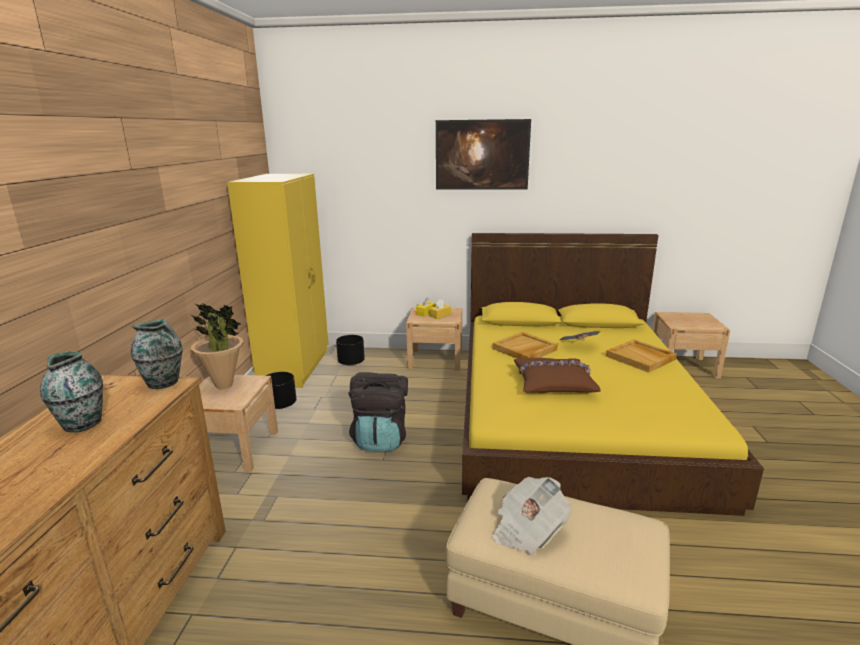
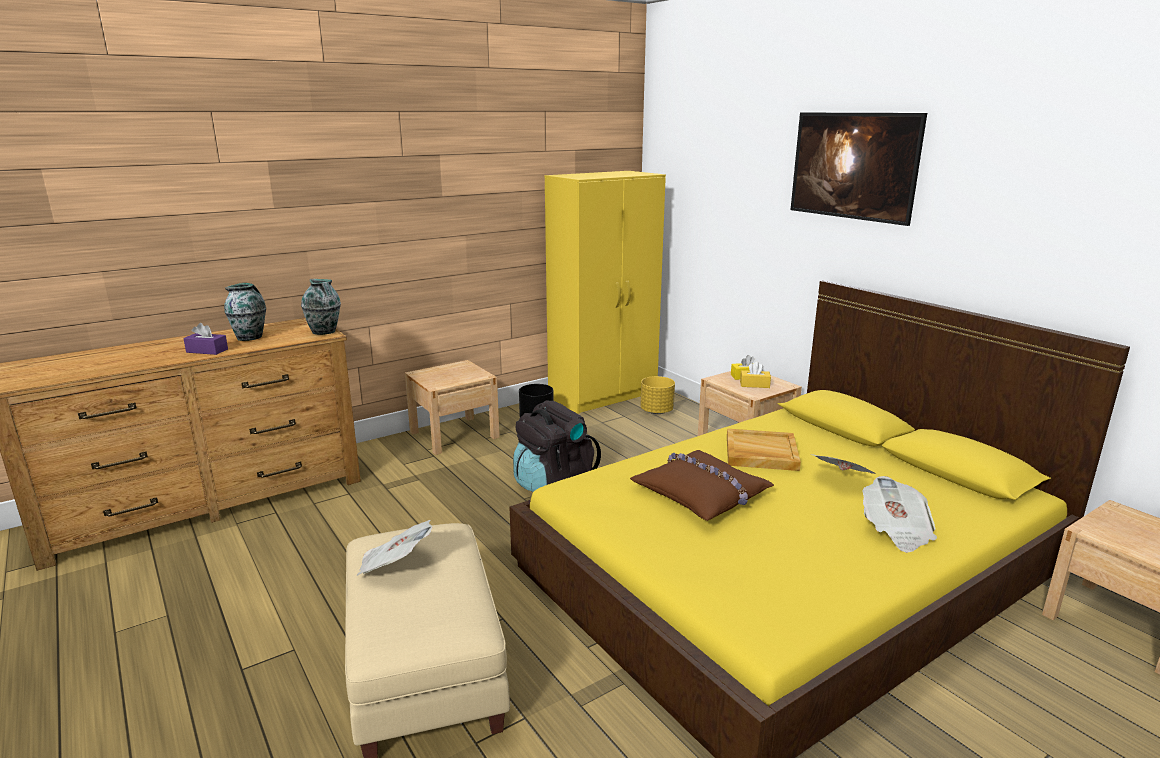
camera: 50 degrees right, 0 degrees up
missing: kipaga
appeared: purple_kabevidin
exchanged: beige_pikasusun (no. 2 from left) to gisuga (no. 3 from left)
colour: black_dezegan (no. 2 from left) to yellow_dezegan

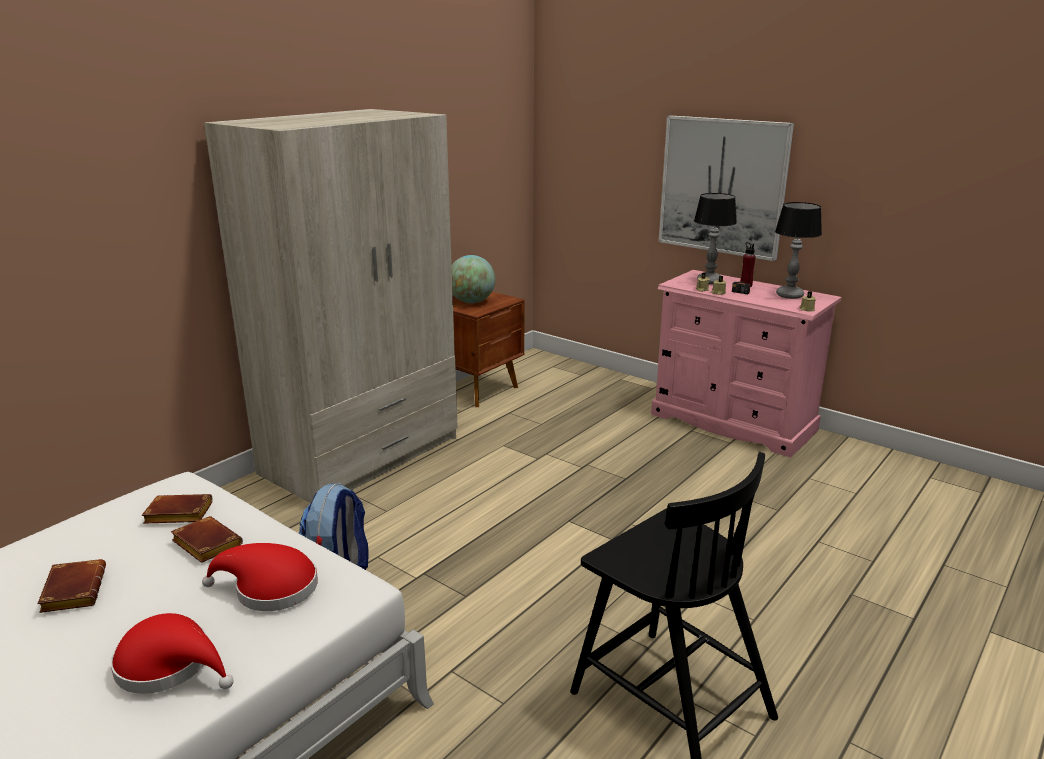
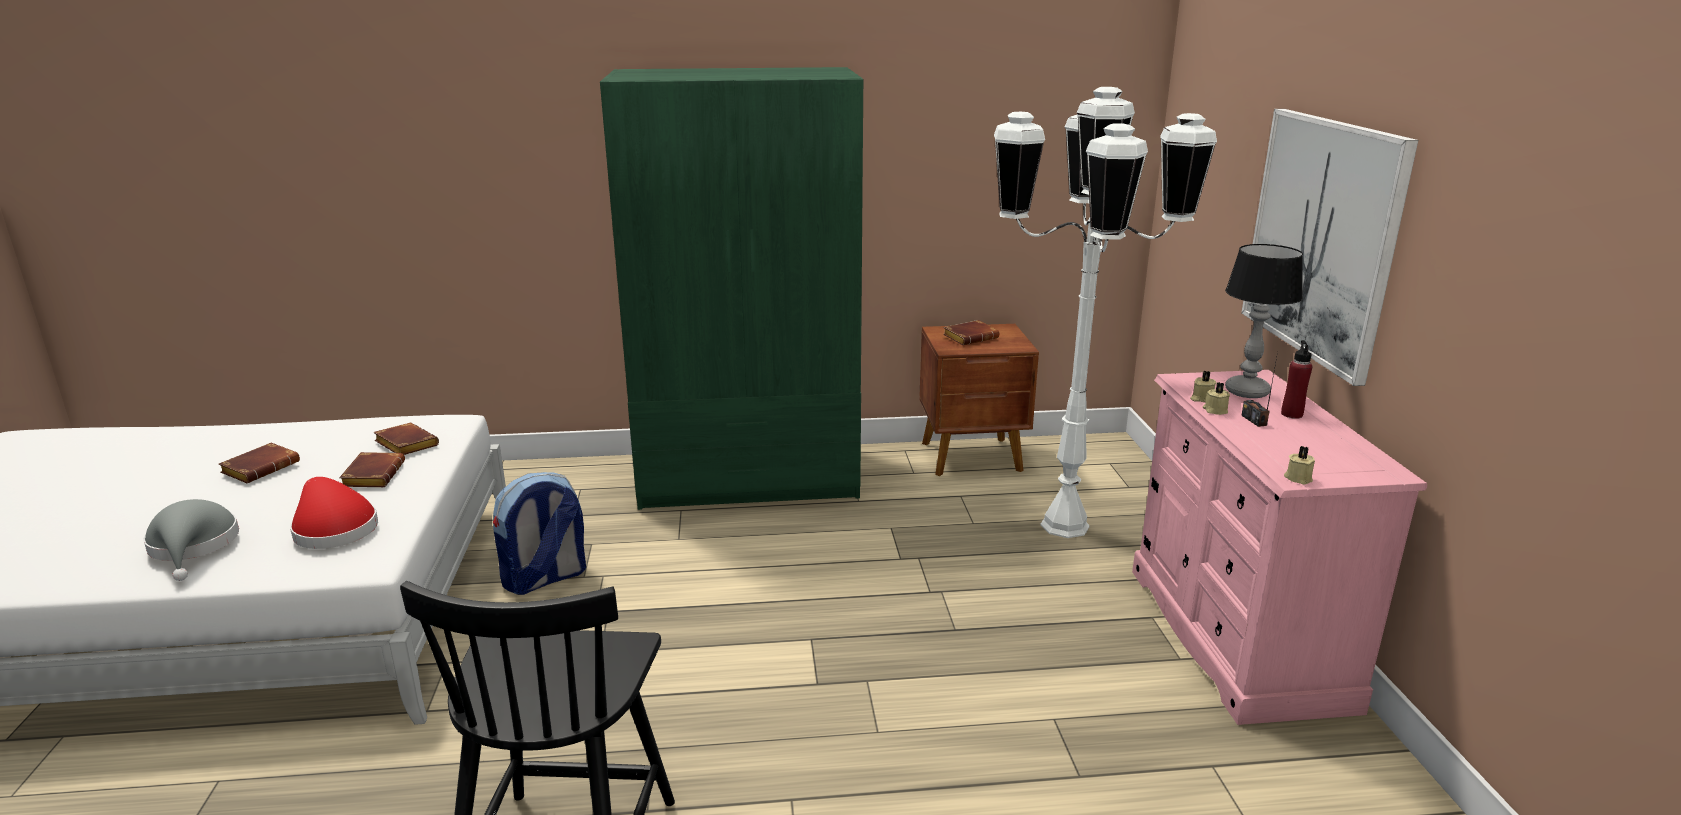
camera: 45 degrees right, 0 degrees up
missing: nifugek (no. 2 from left)
appeared: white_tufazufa
exchanged: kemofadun to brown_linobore (no. 4 from left)
colour: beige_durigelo to green_durigelo; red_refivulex (no. 1 from left) to grey_refivulex

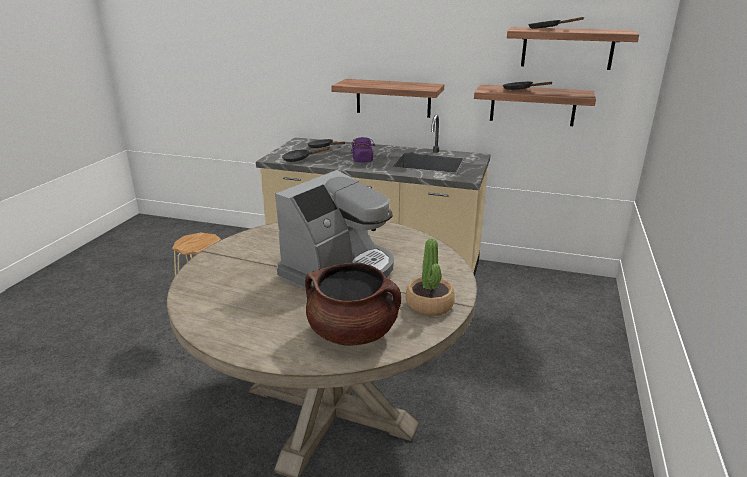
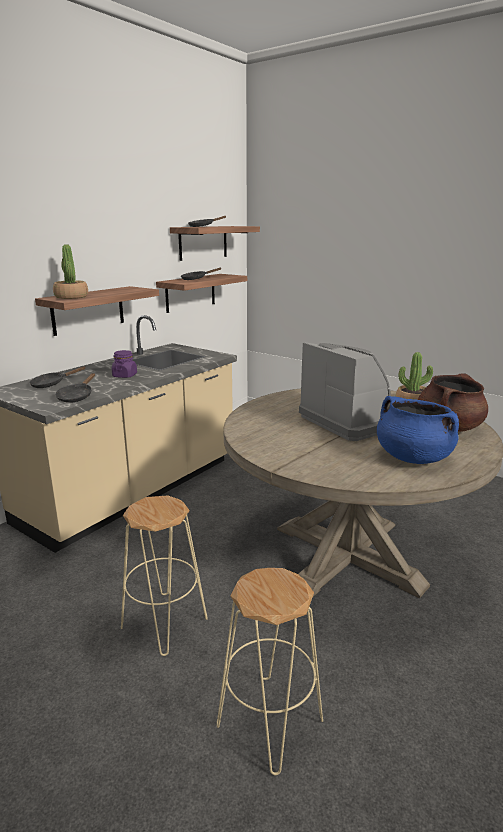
camera: 70 degrees left, 5 degrees down
appeared: kipaga (no. 1 from left); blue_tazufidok; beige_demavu (no. 2 from left)

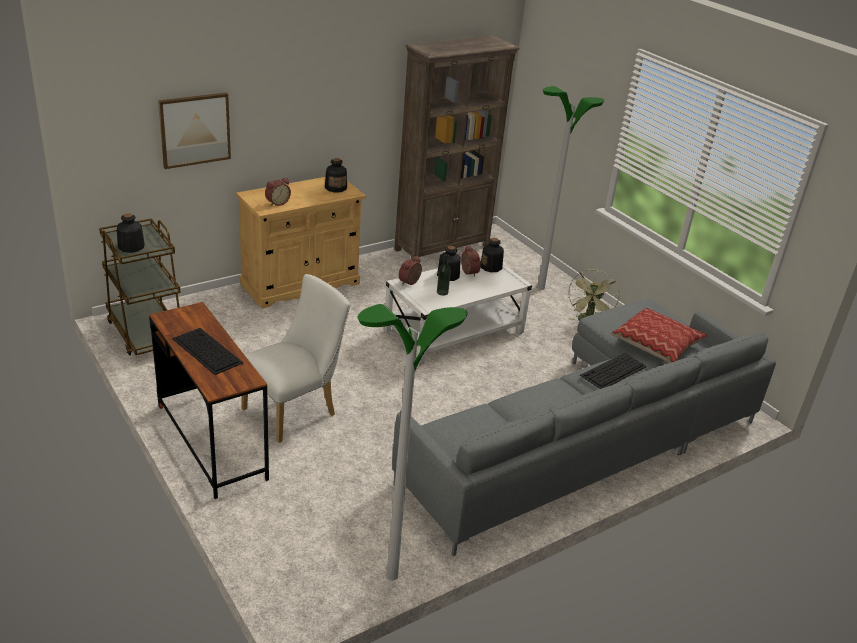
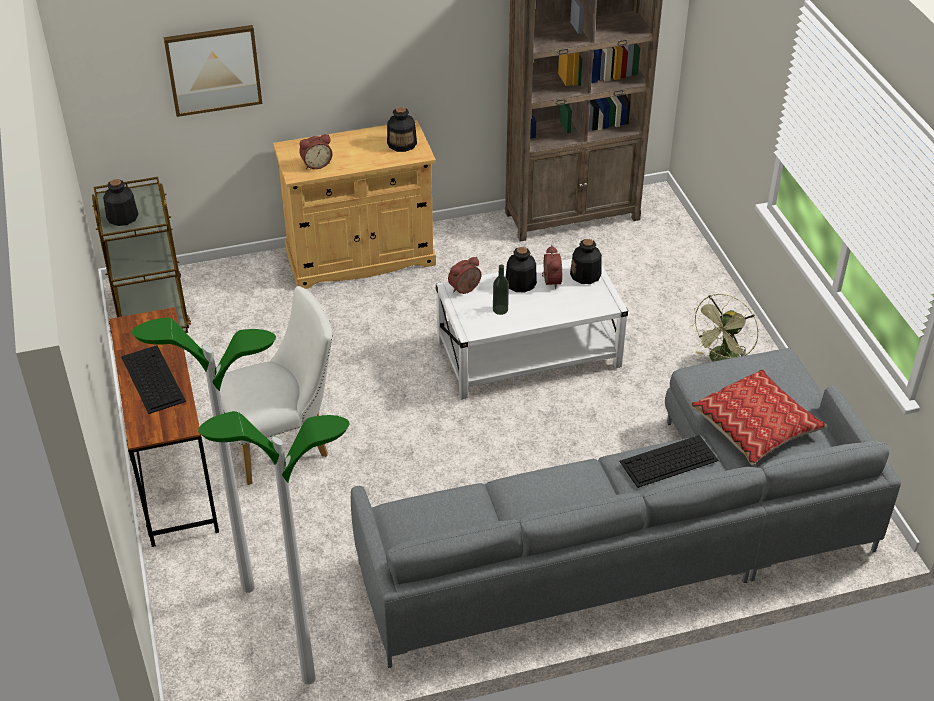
camera: 20 degrees right, 10 degrees up
relocated: tufazufa (no. 2 from left in the first image) to tufazufa (no. 1 from left)

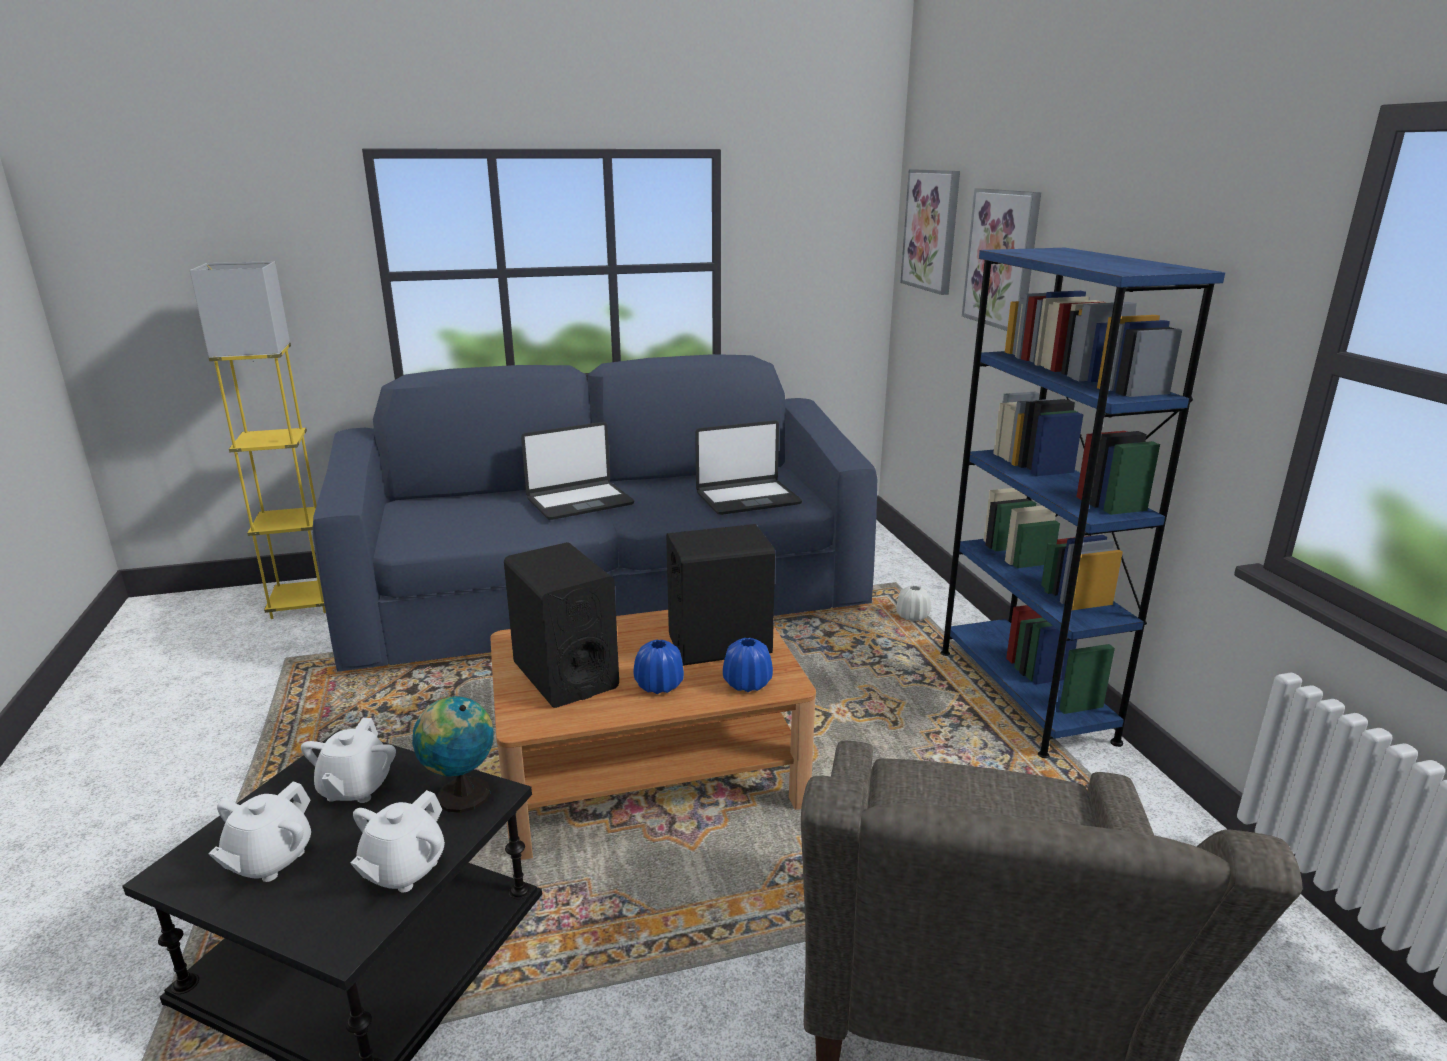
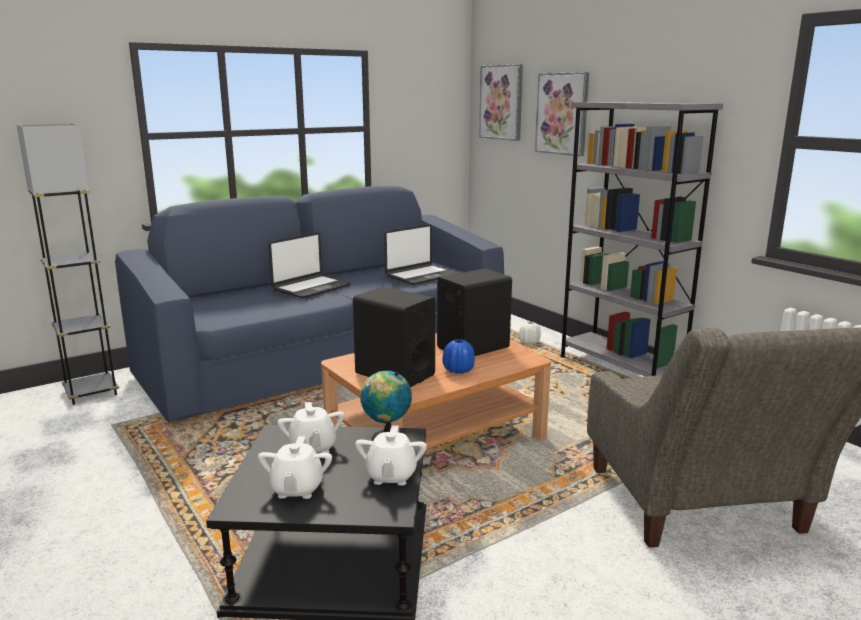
camera: 20 degrees left, 5 degrees down
missing: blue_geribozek (no. 2 from left)
colour: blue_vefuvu to grey_vefuvu; yellow_tufazufa to grey_tufazufa

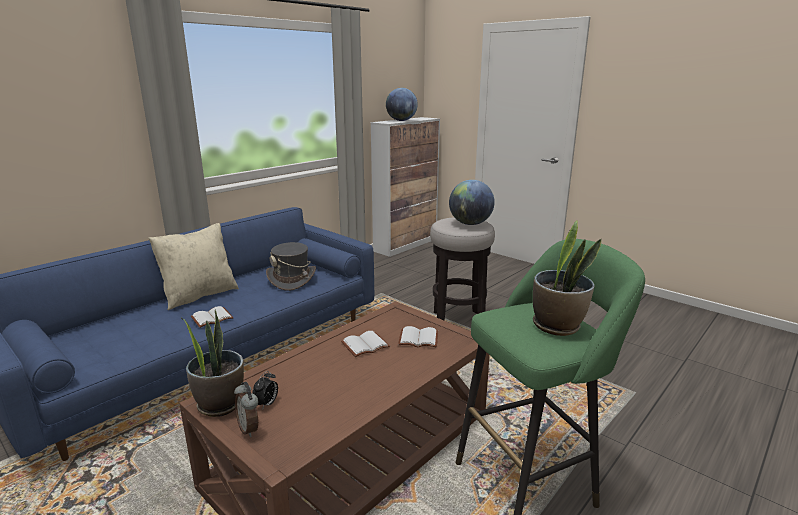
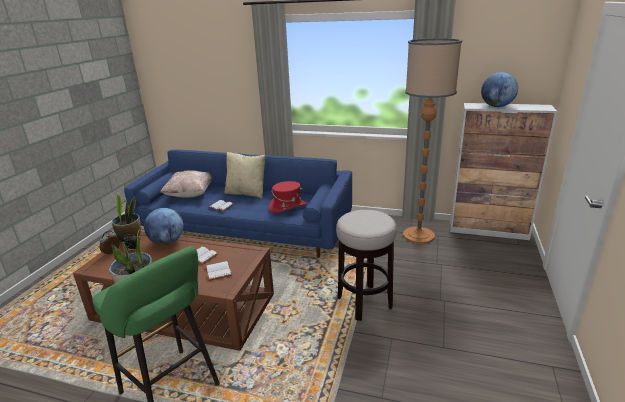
camera: 65 degrees right, 5 degrees up
appeared: tufazufa; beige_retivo (no. 1 from left)
relocated: kemofadun (no. 2 from left in the first image) to kemofadun (no. 1 from left)
colour: grey_refivulex to red_refivulex

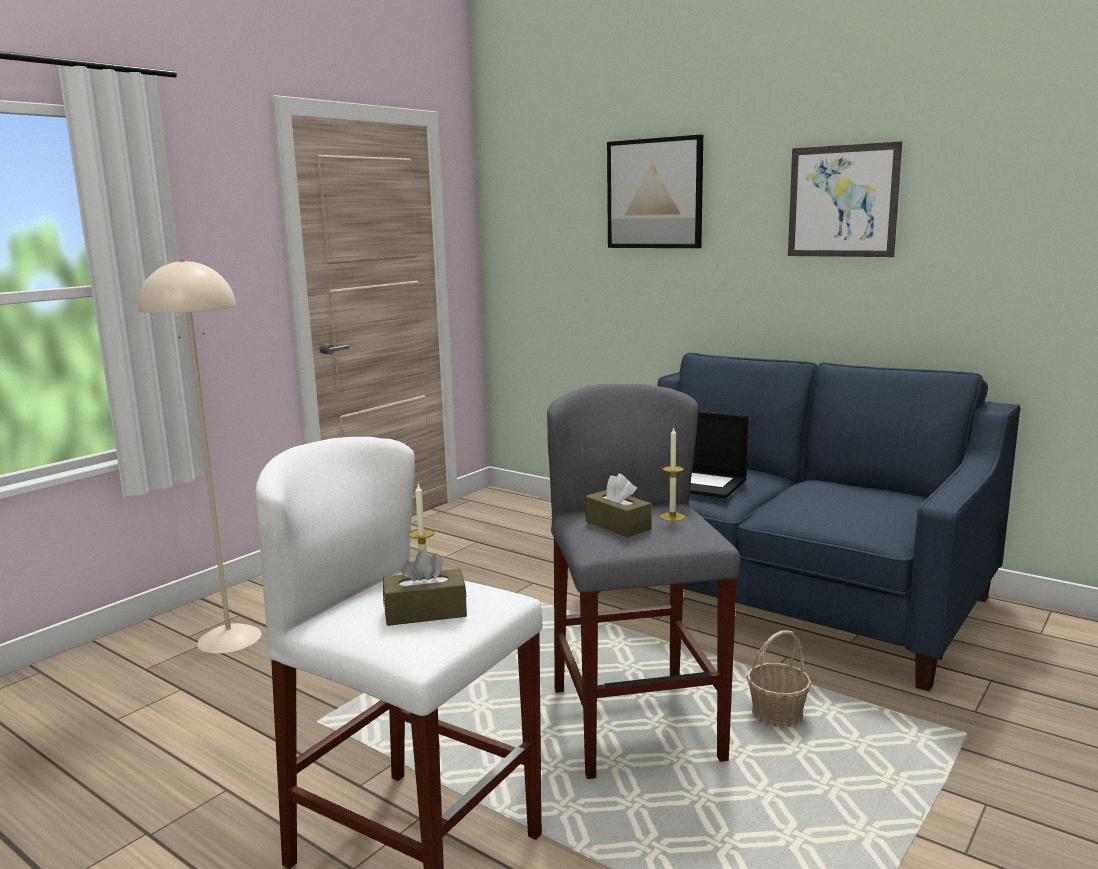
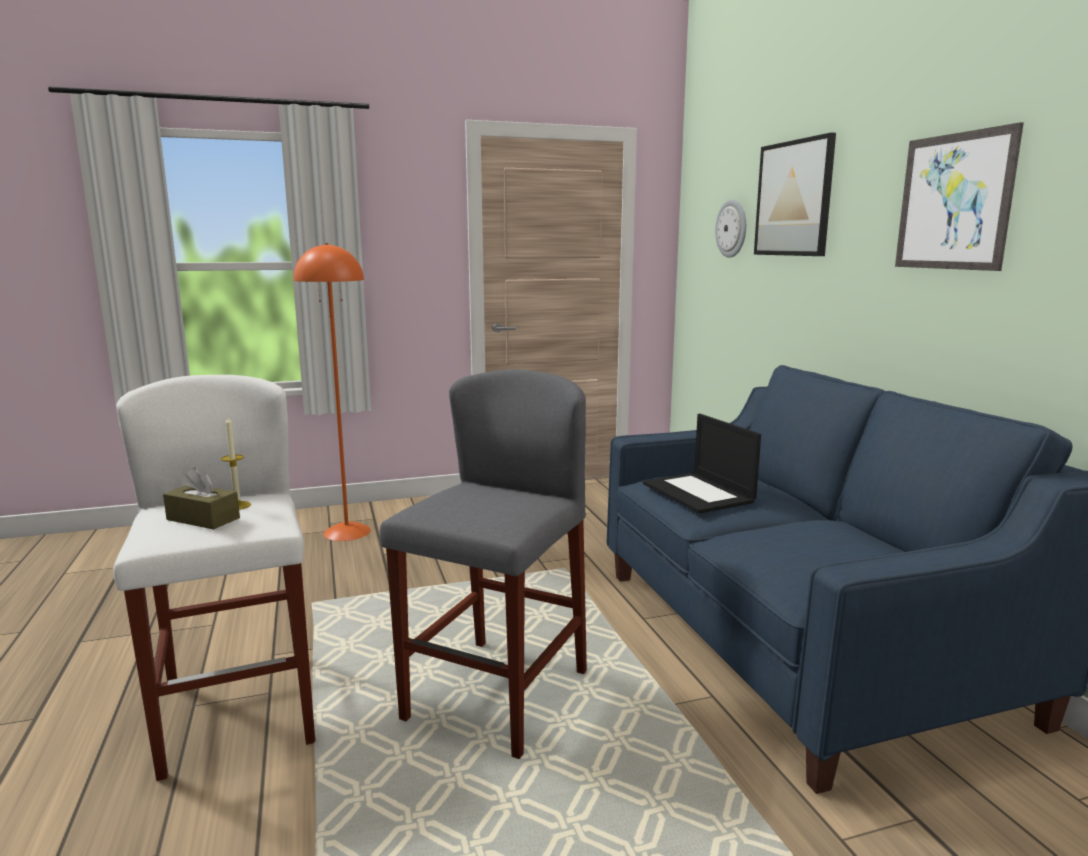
camera: 35 degrees right, 0 degrees up
missing: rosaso (no. 2 from left); brown_kabevidin (no. 2 from left); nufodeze
appeared: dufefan
colour: beige_tufazufa to orange_tufazufa

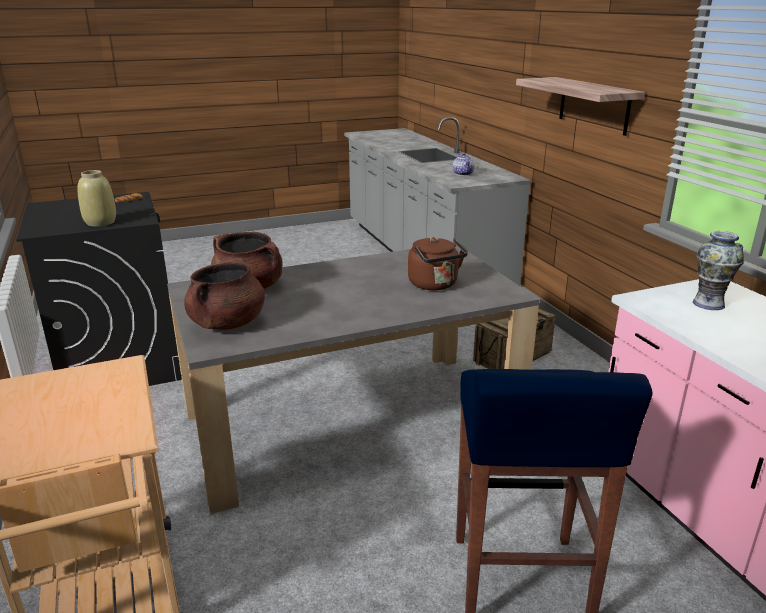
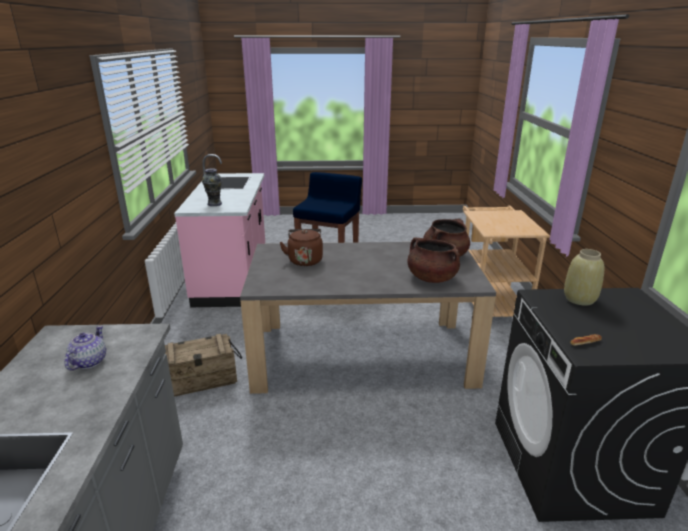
camera: 160 degrees left, 0 degrees up
missing: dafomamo

